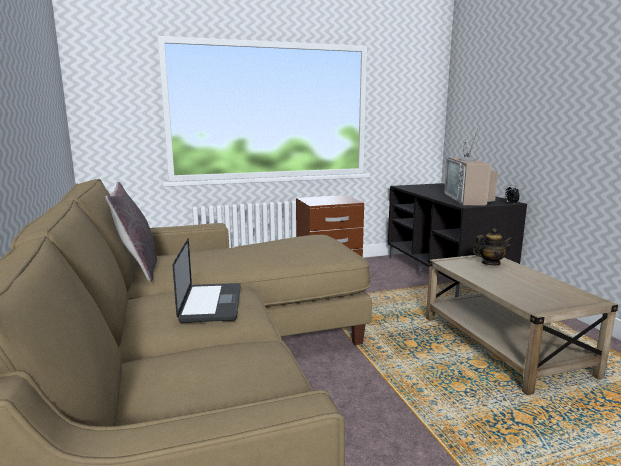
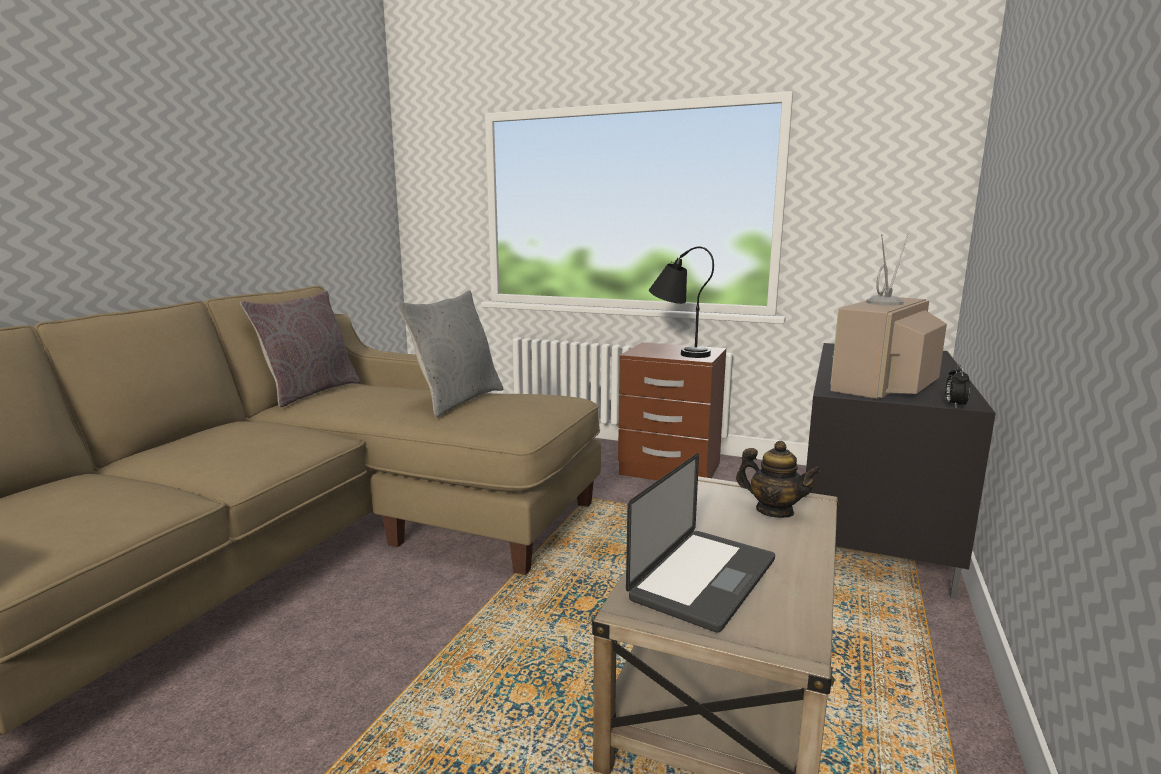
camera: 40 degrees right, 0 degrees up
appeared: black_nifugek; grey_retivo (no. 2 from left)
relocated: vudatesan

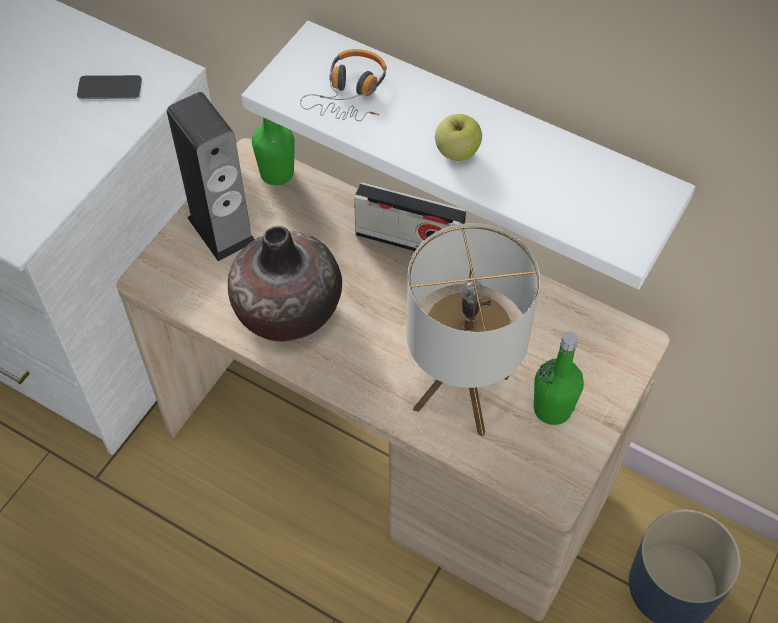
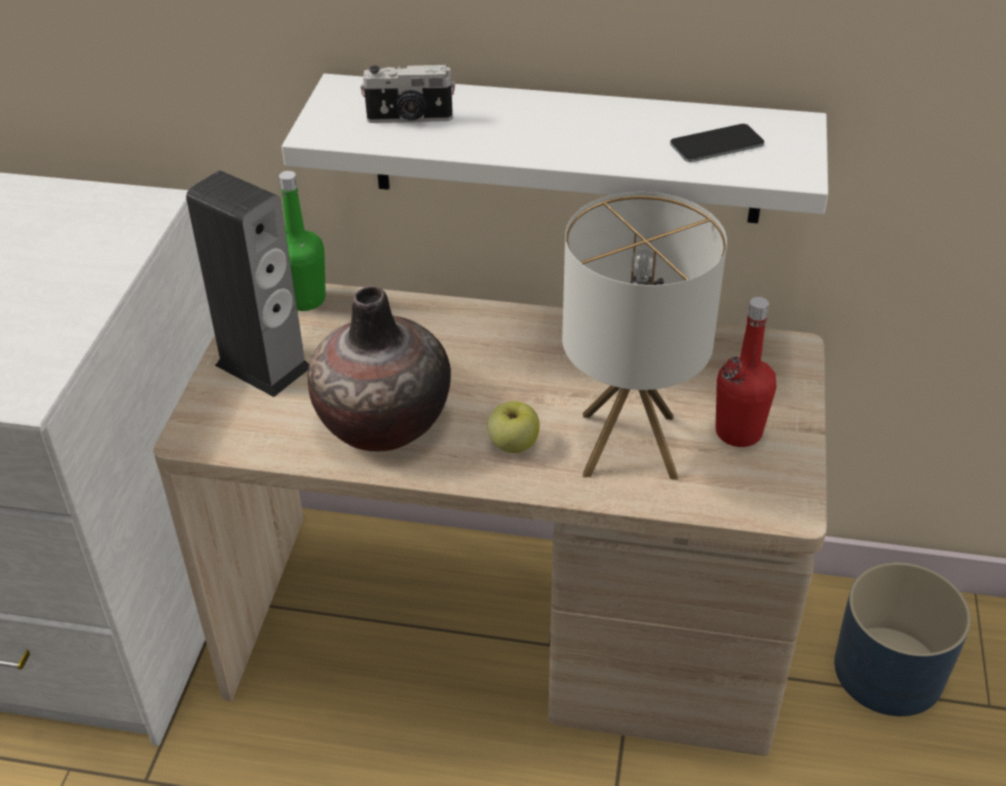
camera: 20 degrees left, 15 degrees down
missing: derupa
relocated: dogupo; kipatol
exchanged: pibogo to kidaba
colour: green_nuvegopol (no. 2 from left) to red_nuvegopol

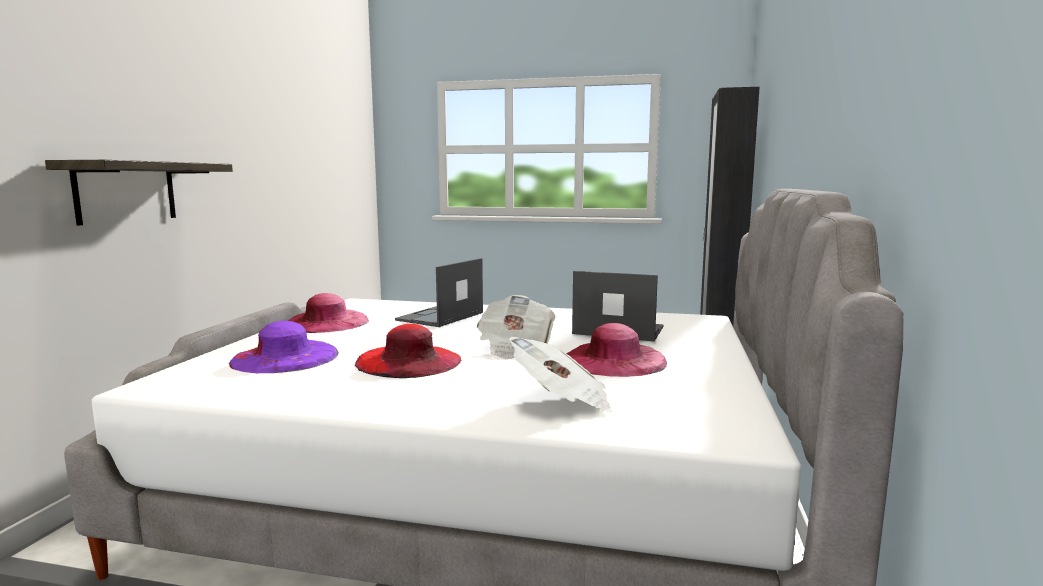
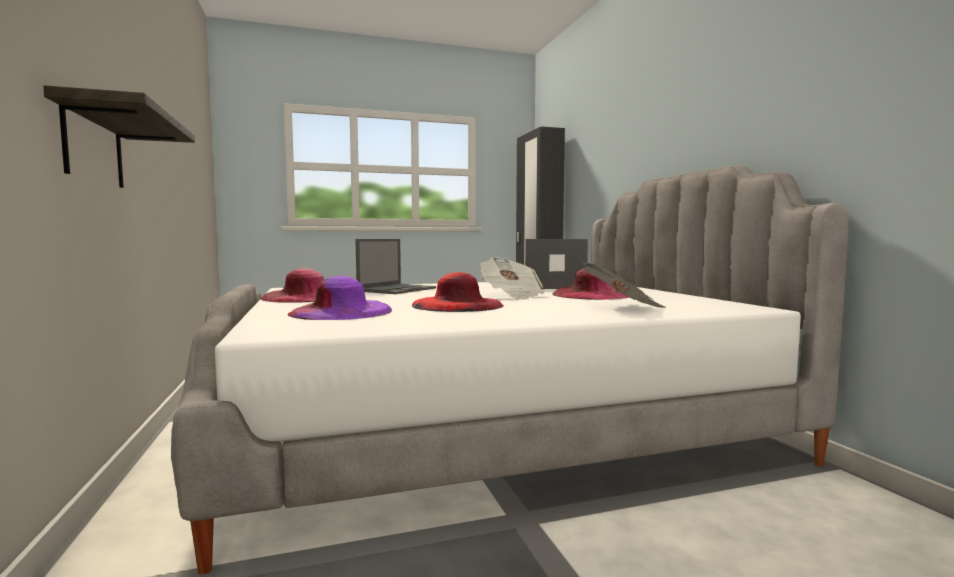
camera: 30 degrees left, 5 degrees down
spun: vudatesan (no. 1 from left) 150 degrees counterclockwise

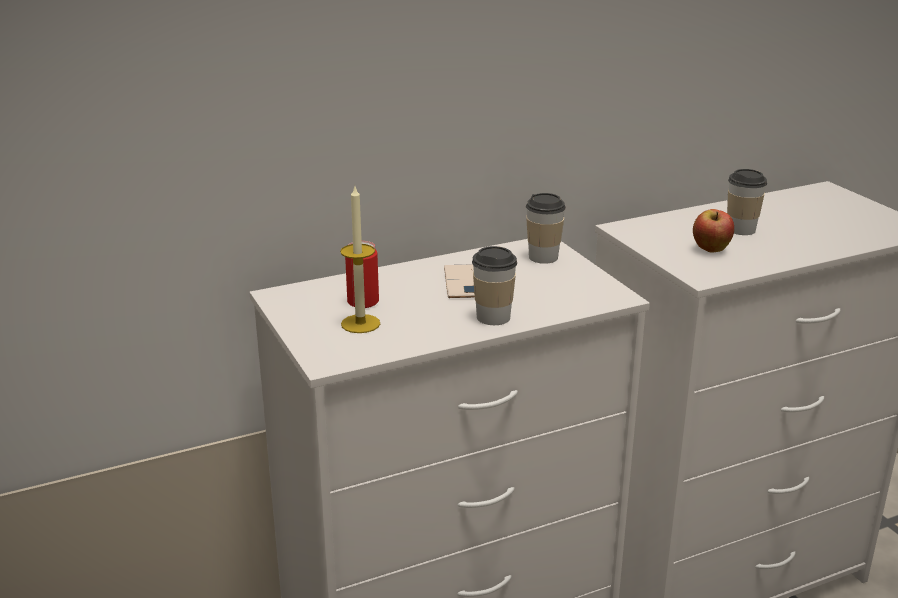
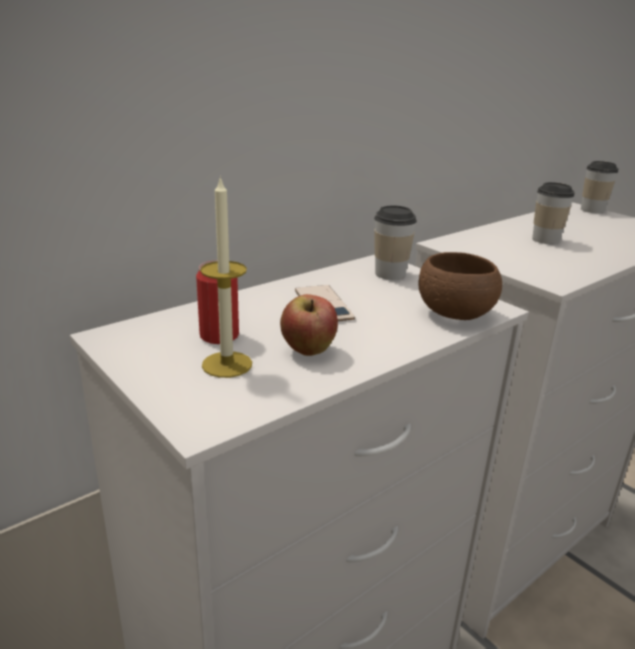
camera: 15 degrees left, 0 degrees up
appeared: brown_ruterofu
relocated: kipatol; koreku (no. 1 from left in the first image) to koreku (no. 3 from left)

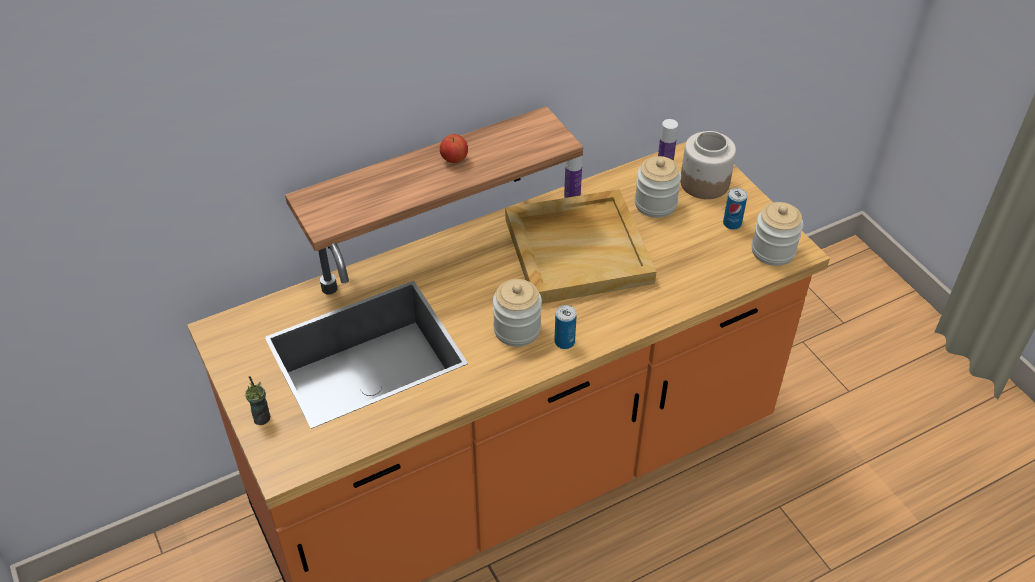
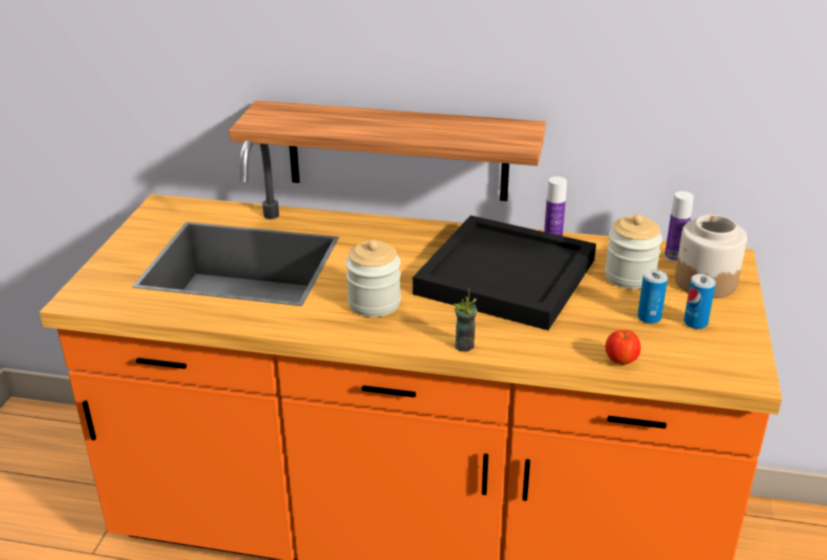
camera: 40 degrees right, 15 degrees down
missing: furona (no. 4 from left)
relocated: kipatol; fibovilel (no. 1 from left); koreku
colour: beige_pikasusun to black_pikasusun

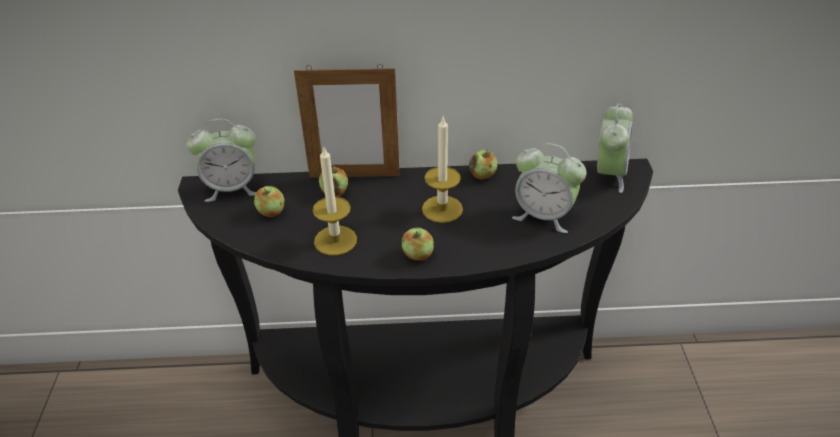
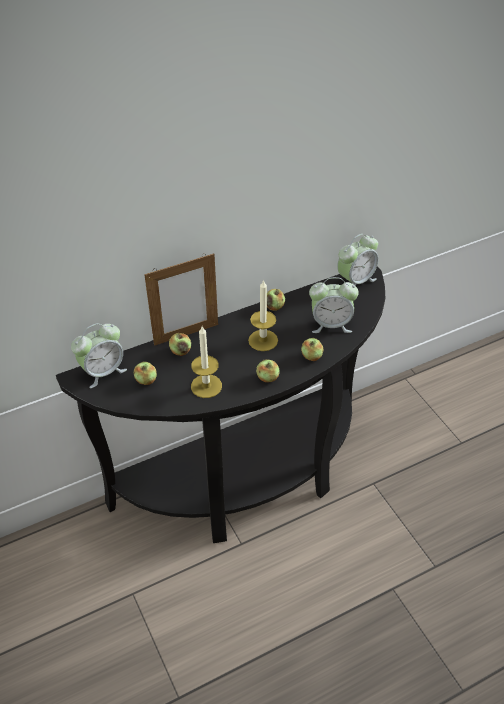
camera: 25 degrees left, 5 degrees up
appeared: kipatol (no. 5 from left)
spun: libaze (no. 3 from left) 60 degrees clockwise

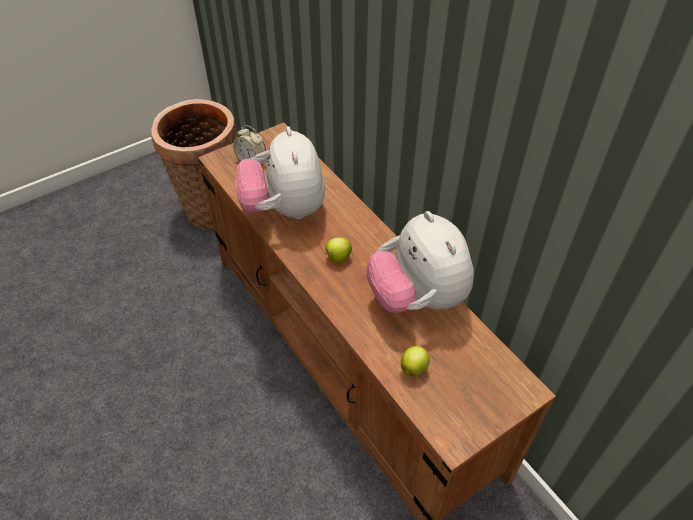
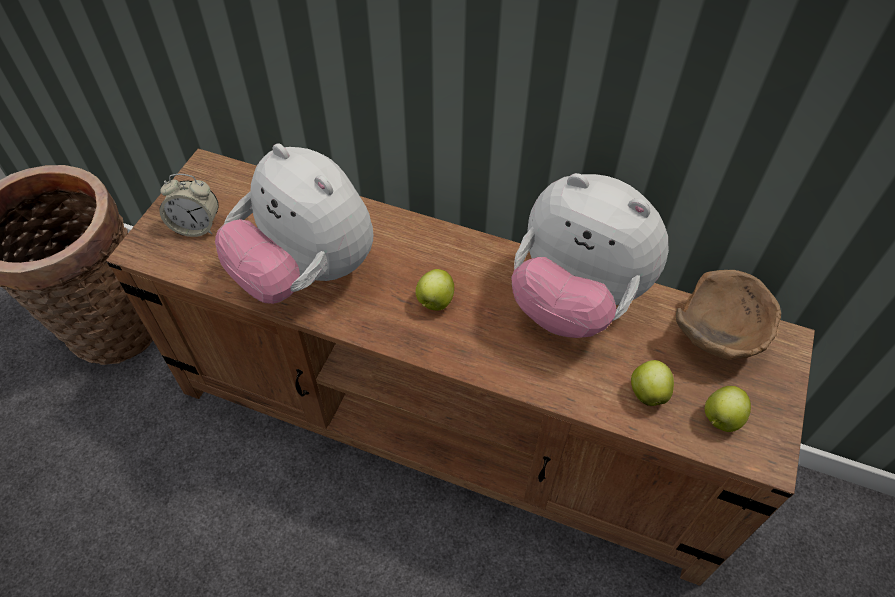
camera: 35 degrees left, 5 degrees up
appeared: brown_ruterofu; kipatol (no. 3 from left)

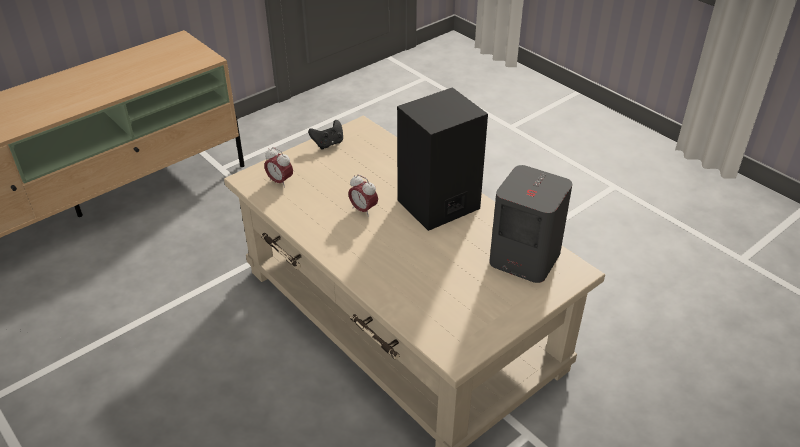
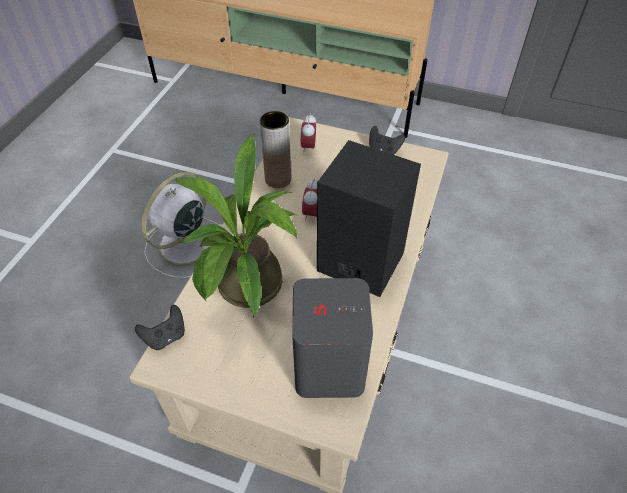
camera: 60 degrees right, 10 degrees up
appeared: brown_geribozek; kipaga; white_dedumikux; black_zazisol (no. 1 from left)

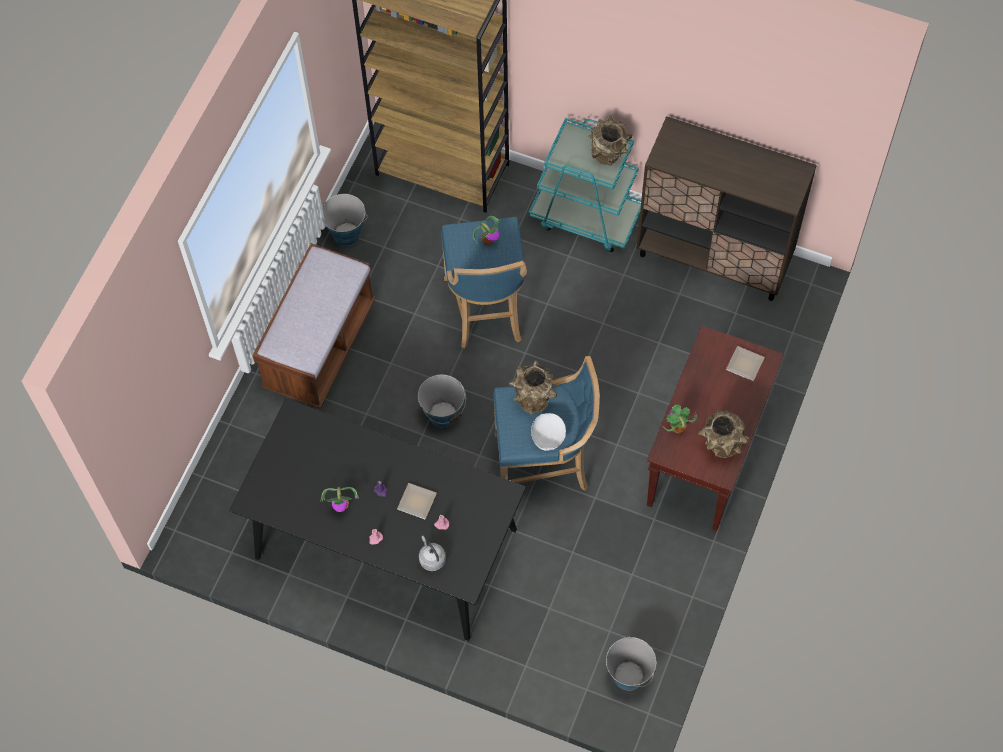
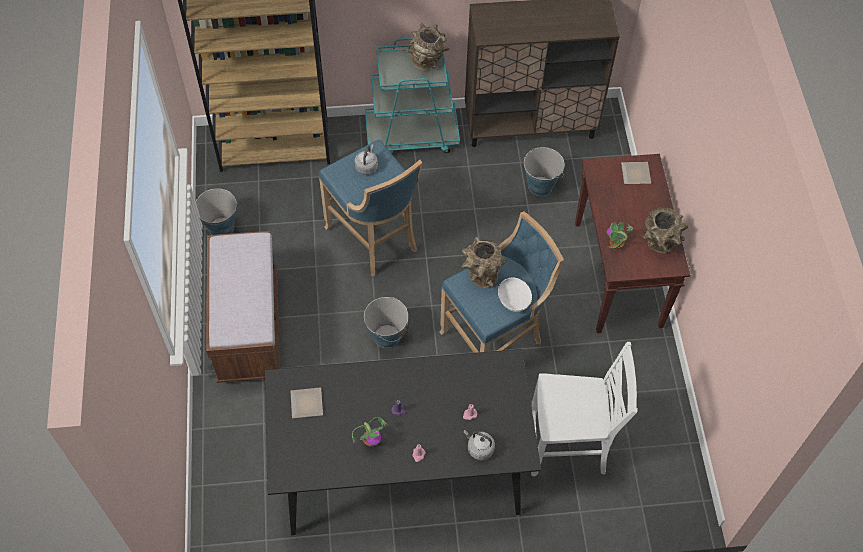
camera: 30 degrees left, 5 degrees down
appeared: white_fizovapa
relocated: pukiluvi (no. 1 from left); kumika (no. 3 from left)
exchanged: kipaga (no. 2 from left) to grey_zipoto (no. 1 from left)

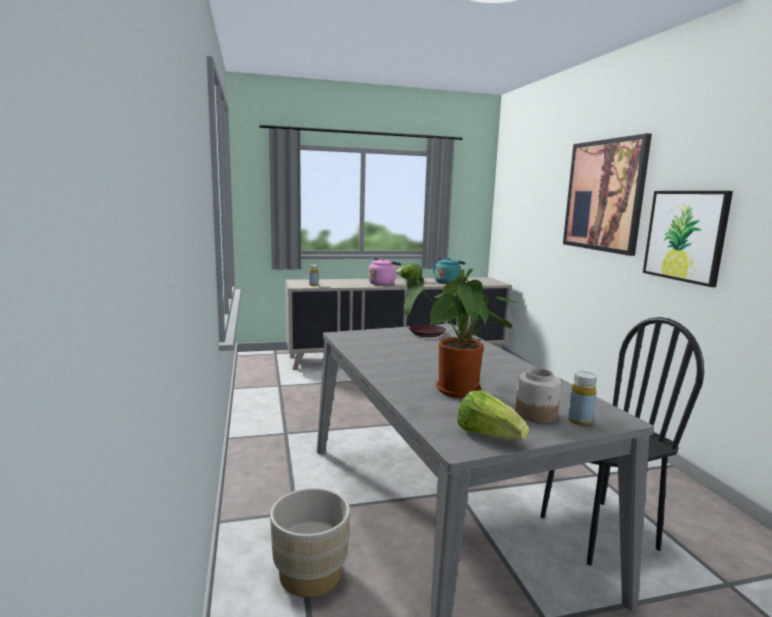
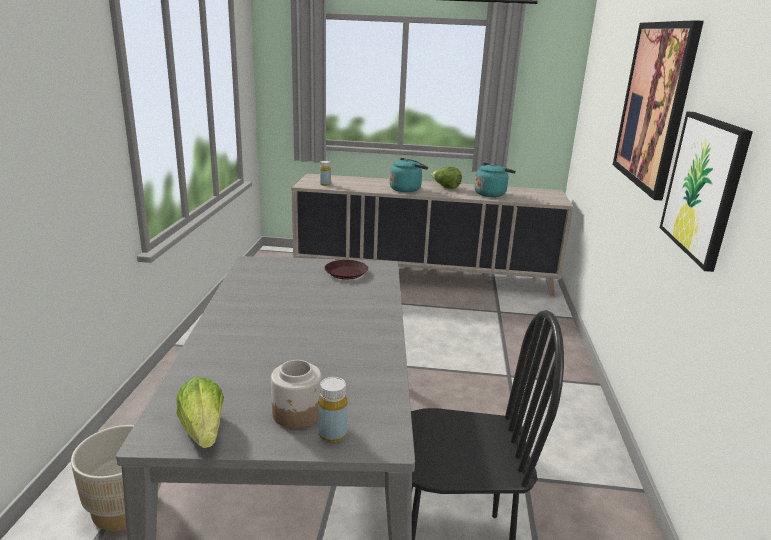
camera: 20 degrees right, 10 degrees up
missing: kipaga
colour: pink_zipoto to turquoise_zipoto (no. 1 from left)

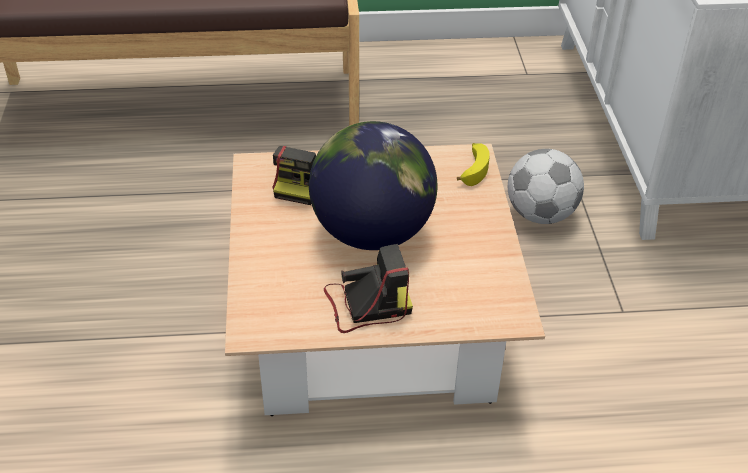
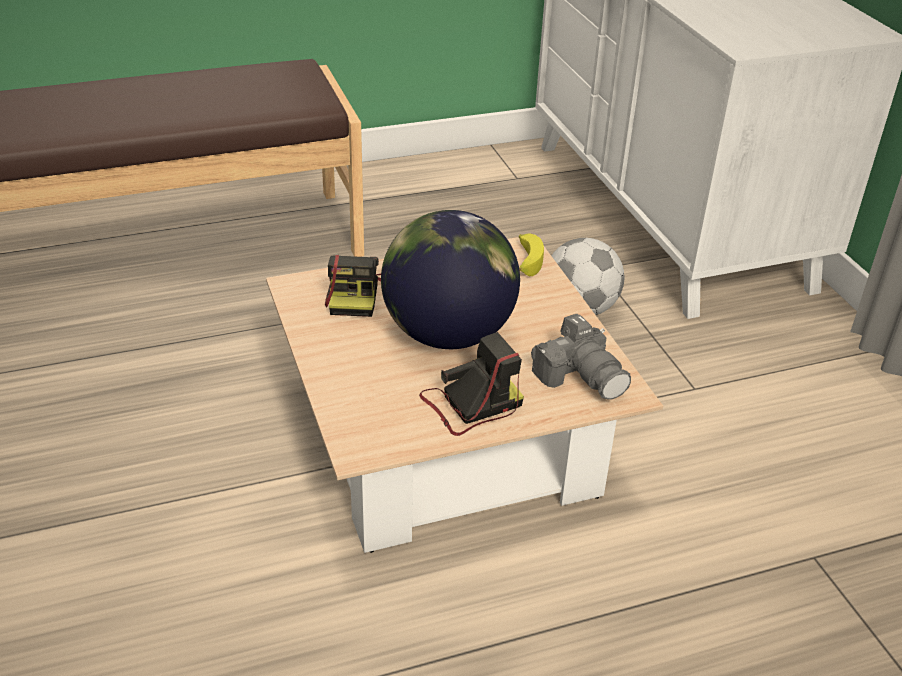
camera: 15 degrees left, 5 degrees down
appeared: kidaba (no. 3 from left)

